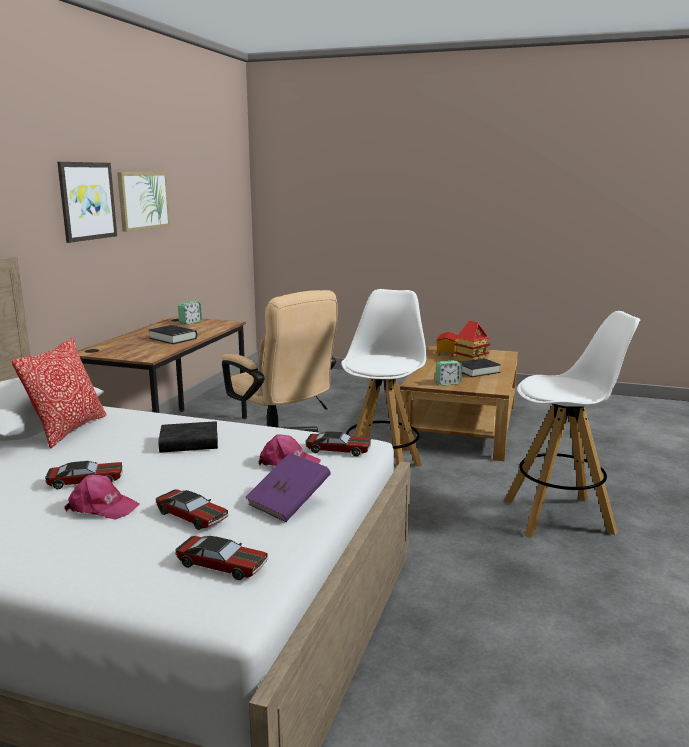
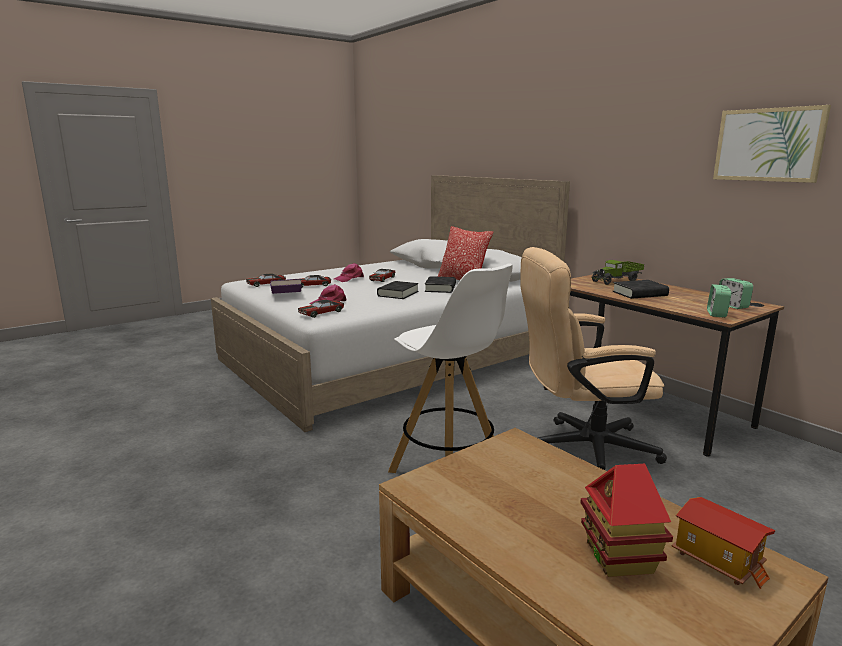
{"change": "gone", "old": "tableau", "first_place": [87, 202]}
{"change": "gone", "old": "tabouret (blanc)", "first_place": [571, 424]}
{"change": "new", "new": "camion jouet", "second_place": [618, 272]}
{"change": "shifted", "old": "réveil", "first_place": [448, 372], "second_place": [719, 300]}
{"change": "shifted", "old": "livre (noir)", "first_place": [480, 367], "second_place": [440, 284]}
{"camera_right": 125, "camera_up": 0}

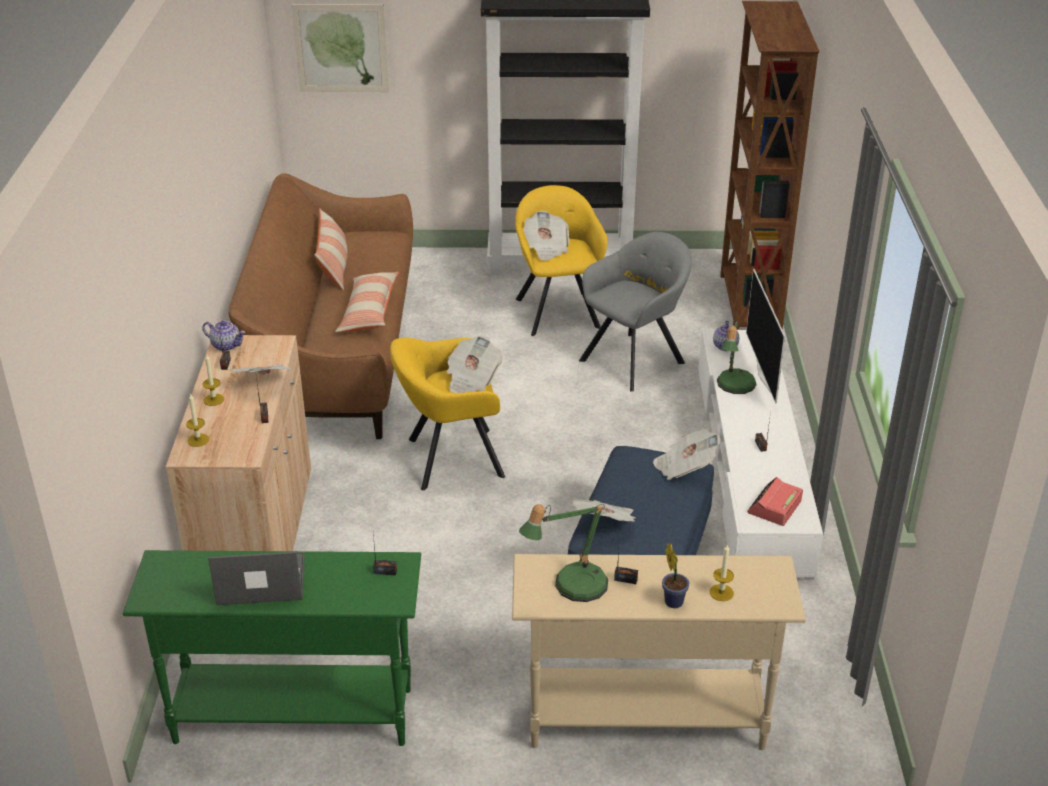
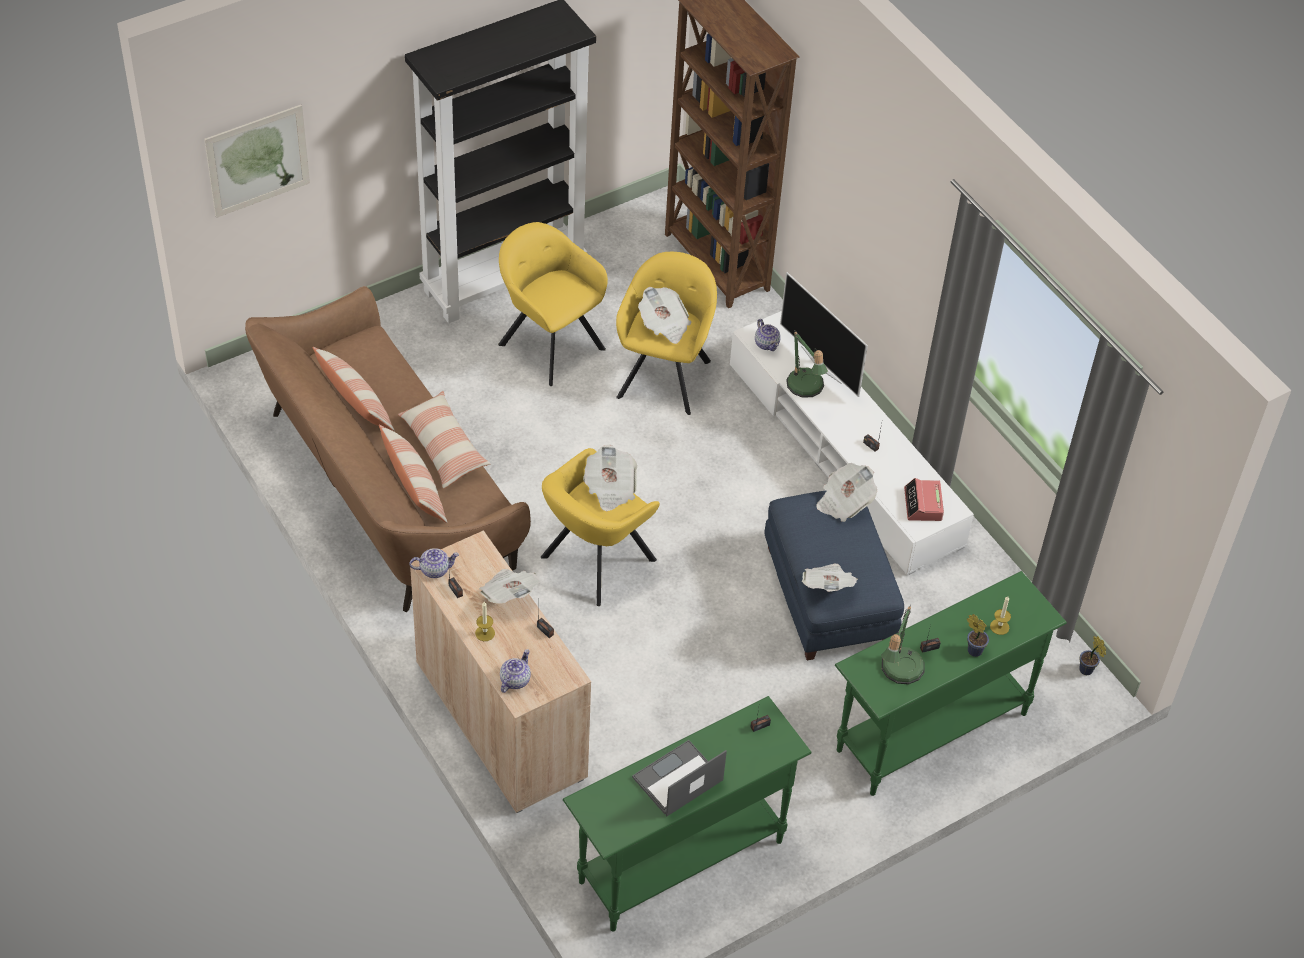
{"change": "new", "new": "coussin", "second_place": [413, 474]}
{"change": "new", "new": "plante en pot", "second_place": [1092, 655]}
{"change": "shifted", "old": "journal", "first_place": [546, 236], "second_place": [665, 315]}
{"change": "swapped", "old": "bougie", "new": "théière", "first_place": [197, 420], "second_place": [515, 671]}
{"change": "repainted", "old": "table console (beige)", "new": "table console (vert)", "first_place": [659, 652], "second_place": [951, 683]}
{"change": "repainted", "old": "fauteuil (gris)", "new": "fauteuil (jaune)", "first_place": [635, 312], "second_place": [666, 333]}
{"camera_right": -35, "camera_up": 15}

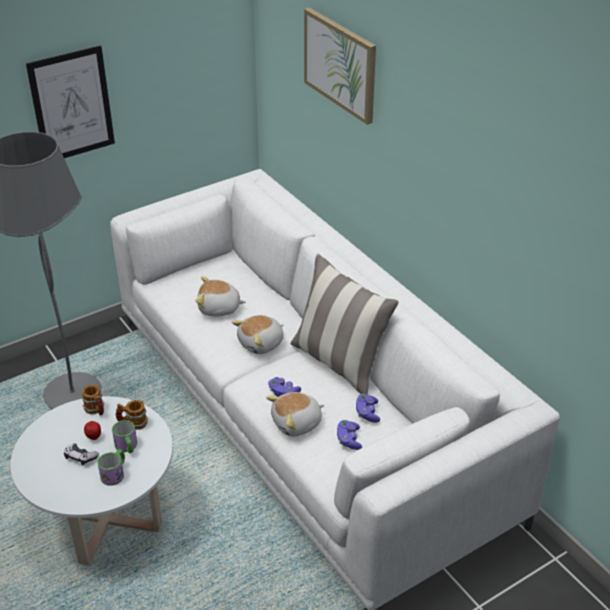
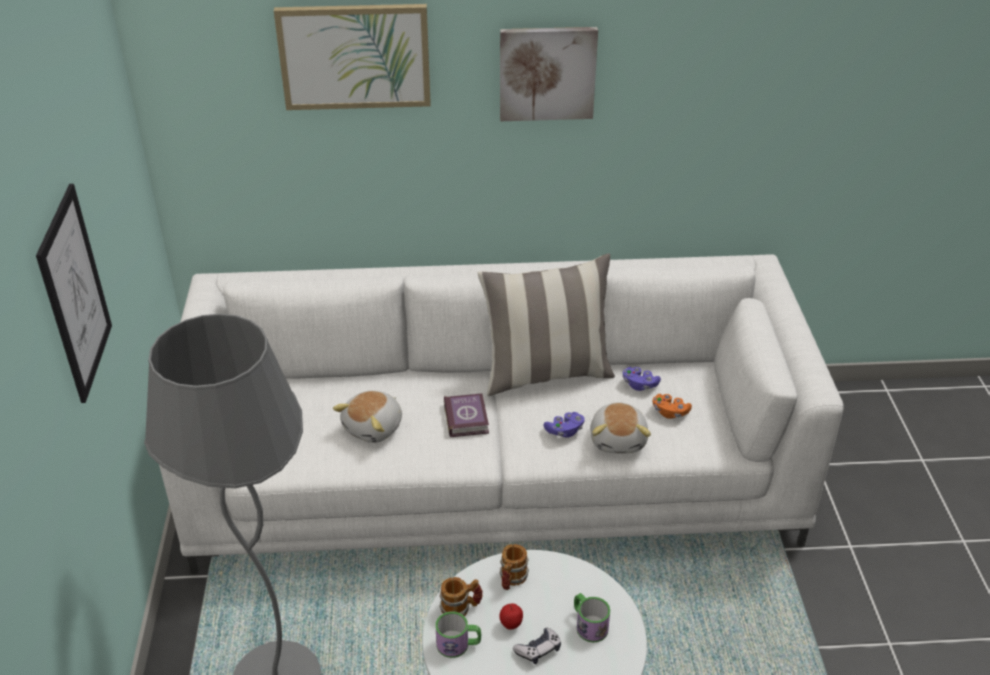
{"change": "new", "new": "tableau", "second_place": [549, 74]}
{"change": "shifted", "old": "mug", "first_place": [124, 436], "second_place": [458, 634]}
{"change": "swapped", "old": "peluche", "new": "livre", "first_place": [258, 334], "second_place": [466, 415]}
{"change": "repainted", "old": "manette (violet)", "new": "manette (orange)", "first_place": [349, 435], "second_place": [672, 406]}
{"camera_right": -60, "camera_up": 0}

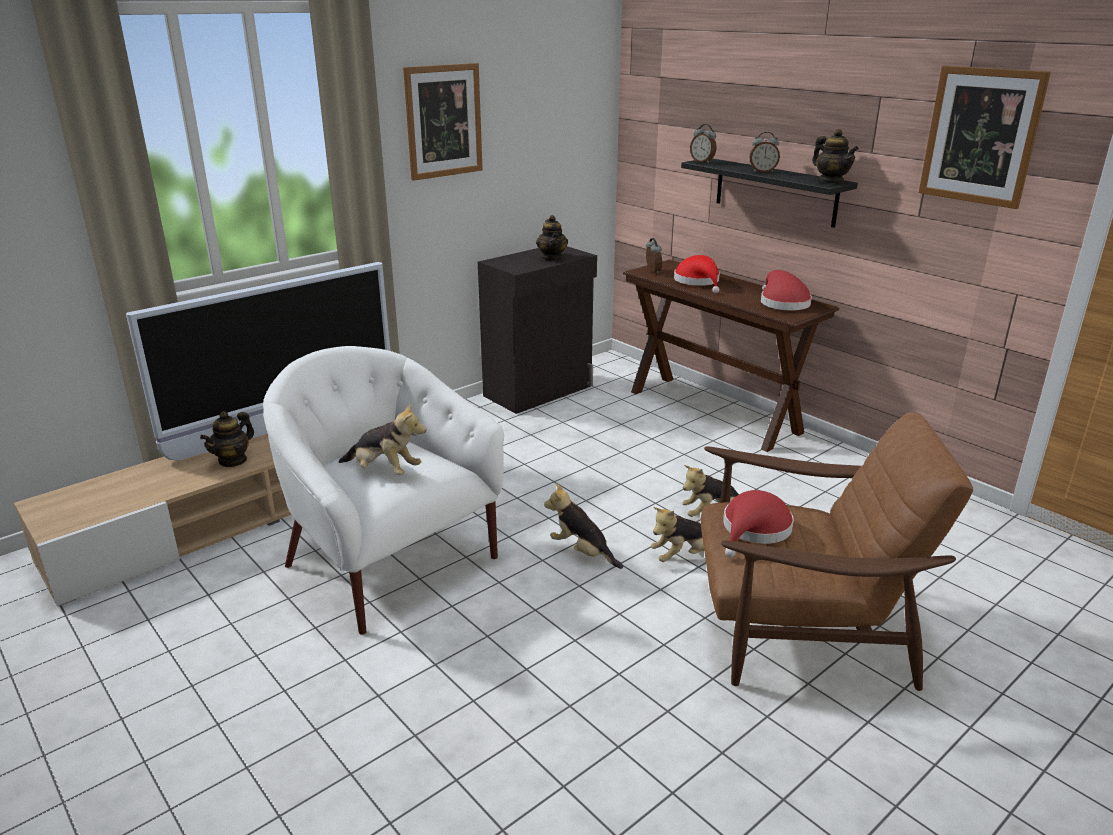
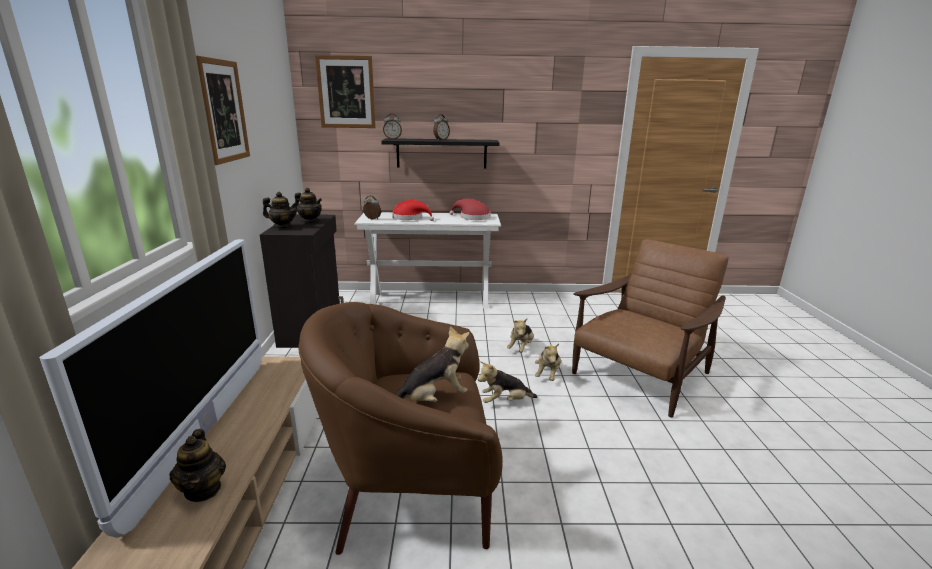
{"change": "gone", "old": "chapeau (rouge)", "first_place": [758, 523]}
{"change": "shifted", "old": "théière", "first_place": [835, 156], "second_place": [280, 210]}
{"change": "shifted", "old": "tableau", "first_place": [985, 137], "second_place": [345, 91]}
{"change": "repainted", "old": "fauteuil (blanc)", "new": "fauteuil (marron)", "first_place": [383, 490], "second_place": [401, 428]}
{"change": "repainted", "old": "table console (marron)", "new": "table console (blanc)", "first_place": [731, 355], "second_place": [427, 260]}
{"camera_right": -50, "camera_up": -5}

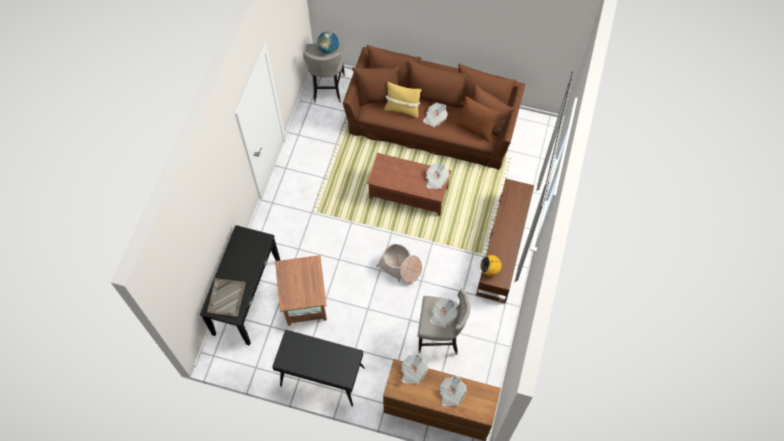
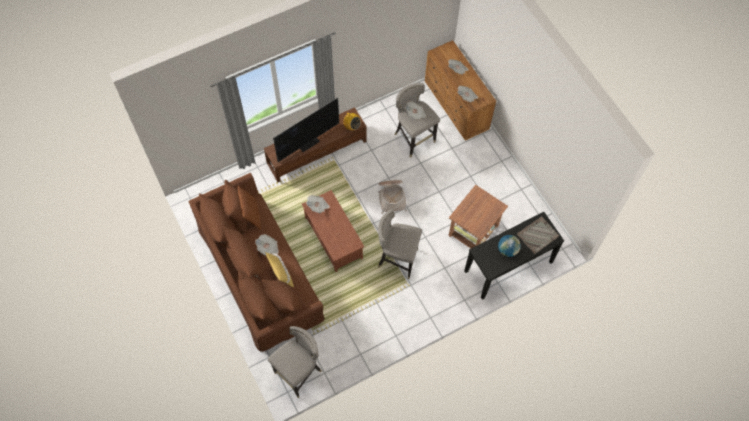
{"change": "gone", "old": "table console (noir)", "first_place": [318, 368]}
{"change": "new", "new": "téléviseur", "second_place": [306, 130]}
{"change": "new", "new": "tabouret (gris)", "second_place": [400, 244]}
{"change": "shifted", "old": "globe", "first_place": [328, 42], "second_place": [509, 246]}
{"camera_right": -135, "camera_up": 0}

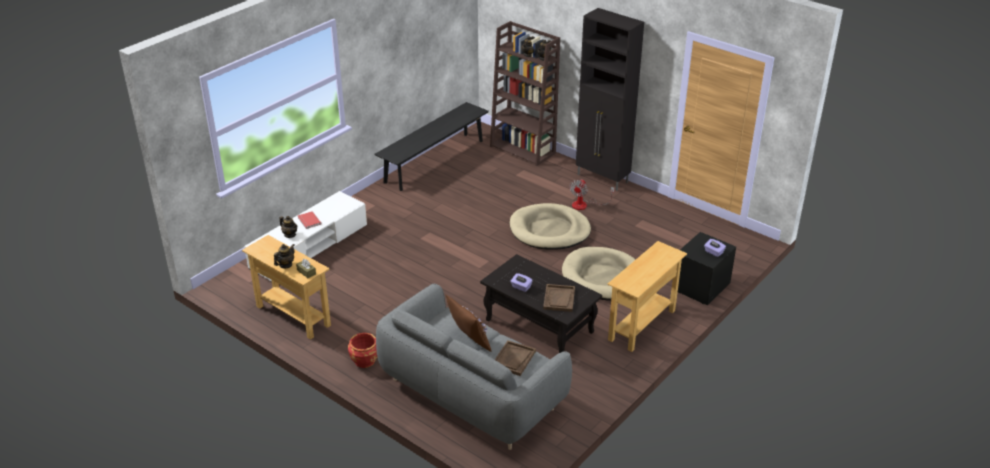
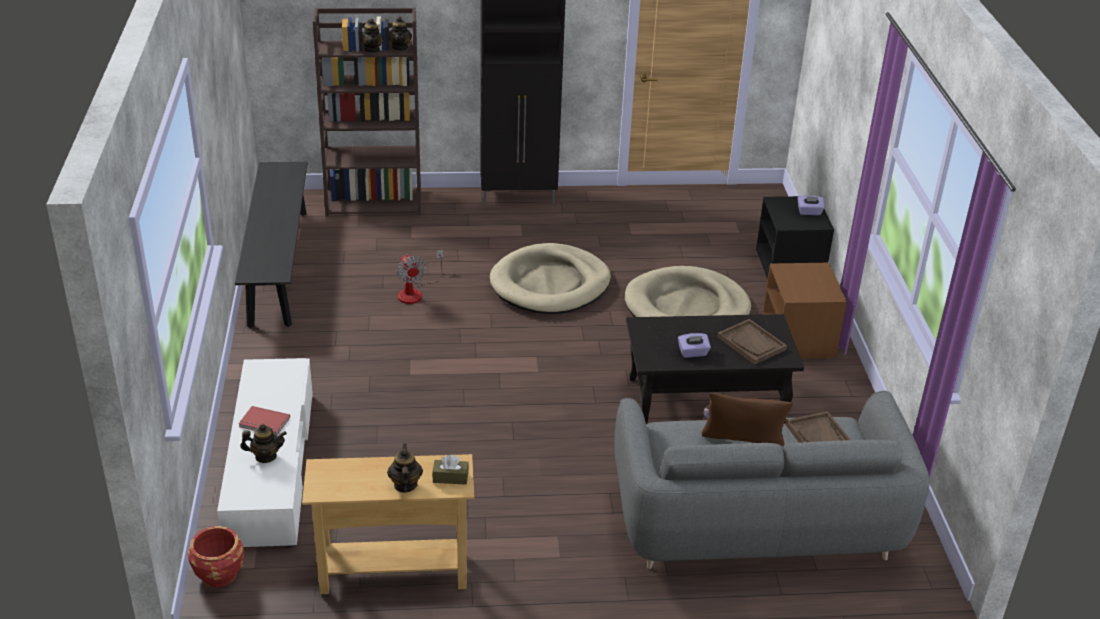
{"change": "shifted", "old": "cache-pot (rouge)", "first_place": [362, 350], "second_place": [216, 556]}
{"change": "shifted", "old": "ventilateur", "first_place": [592, 194], "second_place": [419, 277]}
{"change": "swapped", "old": "table console (beige)", "new": "table de chevet (marron)", "first_place": [647, 296], "second_place": [804, 311]}
{"camera_right": -45, "camera_up": 0}

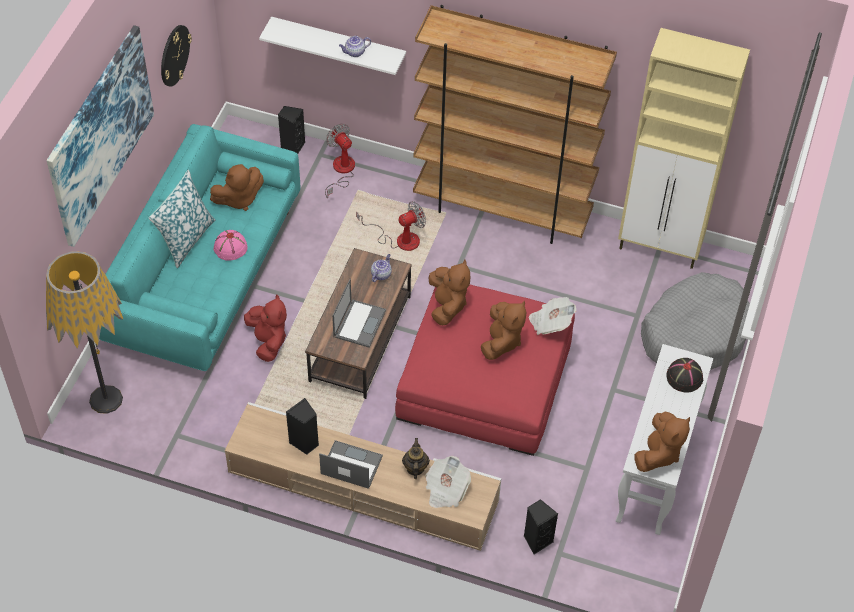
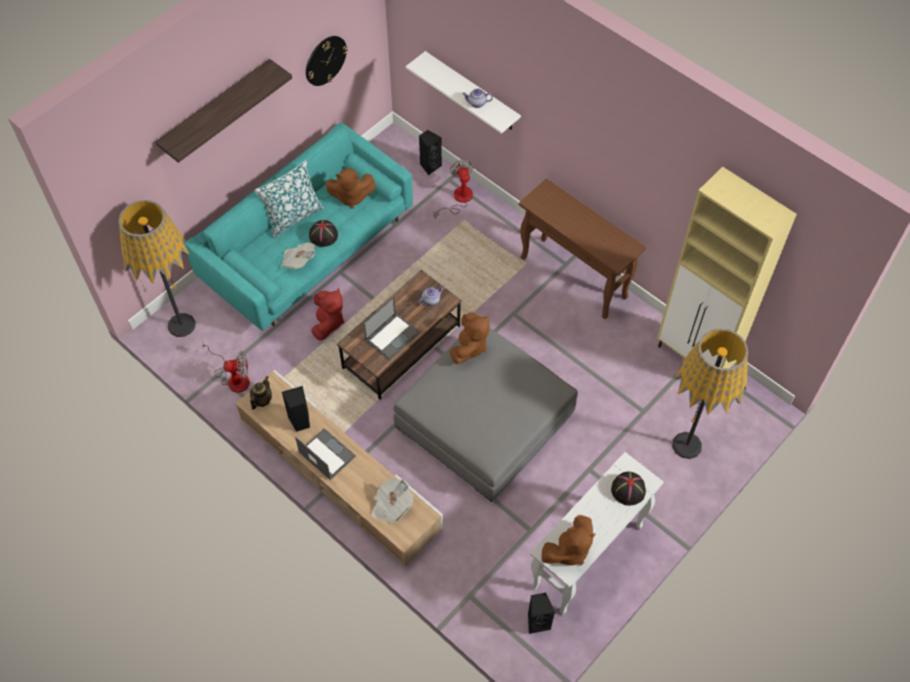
{"change": "gone", "old": "peluche (marron)", "first_place": [503, 330]}
{"change": "shifted", "old": "ventilateur", "first_place": [391, 226], "second_place": [226, 367]}
{"change": "shifted", "old": "théière", "first_place": [416, 458], "second_place": [261, 392]}
{"change": "shifted", "old": "enceinte (noir)", "first_place": [541, 527], "second_place": [541, 613]}
{"change": "shifted", "old": "journal", "first_place": [552, 316], "second_place": [298, 255]}
{"change": "swapped", "old": "tableau", "new": "étagère", "first_place": [100, 136], "second_place": [223, 111]}
{"change": "swapped", "old": "bibliothèque (marron)", "new": "table console (marron)", "first_place": [515, 124], "second_place": [582, 248]}
{"change": "swapped", "old": "panier pour chien (gris)", "new": "lampadaire", "first_place": [695, 321], "second_place": [710, 393]}
{"change": "repainted", "old": "chapeau (rose)", "new": "chapeau (noir)", "first_place": [231, 245], "second_place": [323, 233]}
{"change": "repainted", "old": "pouf (rouge)", "new": "pouf (gris)", "first_place": [485, 370], "second_place": [486, 415]}
{"camera_right": 25, "camera_up": 5}

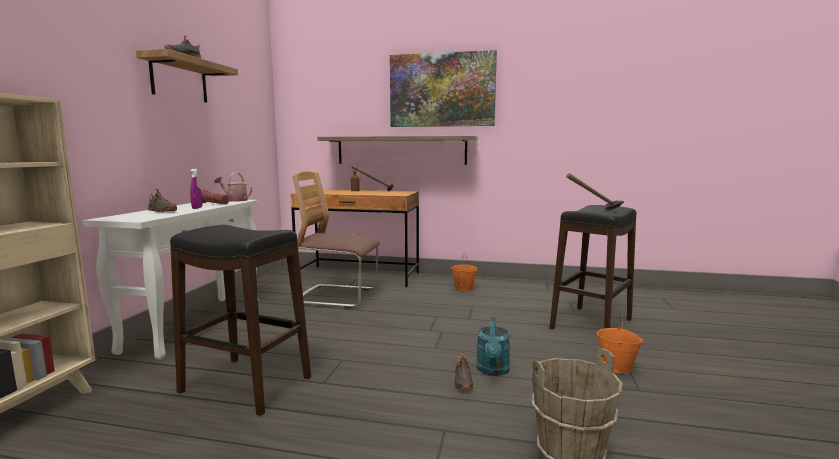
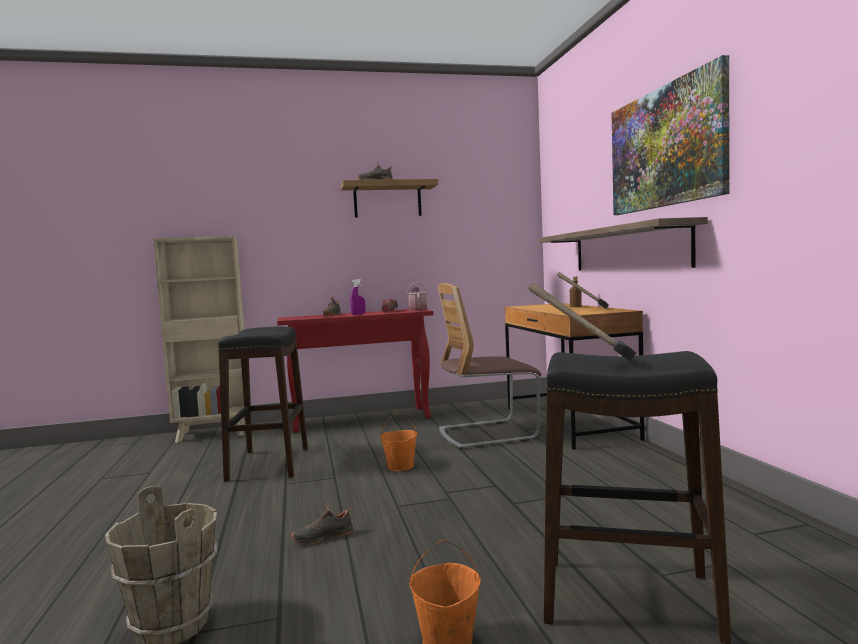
{"change": "gone", "old": "arrosoir (turquoise)", "first_place": [493, 346]}
{"change": "shifted", "old": "seau (orange)", "first_place": [464, 272], "second_place": [399, 442]}
{"change": "repainted", "old": "table console (blanc)", "new": "table console (rouge)", "first_place": [170, 280], "second_place": [355, 371]}
{"change": "rotated", "old": "chaise", "first_place": [336, 239], "second_place": [489, 366], "degrees": -90}
{"camera_right": 65, "camera_up": -5}

